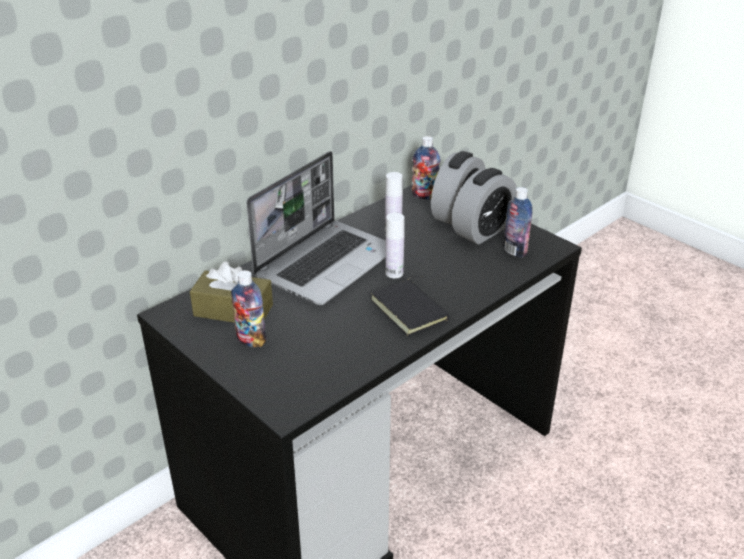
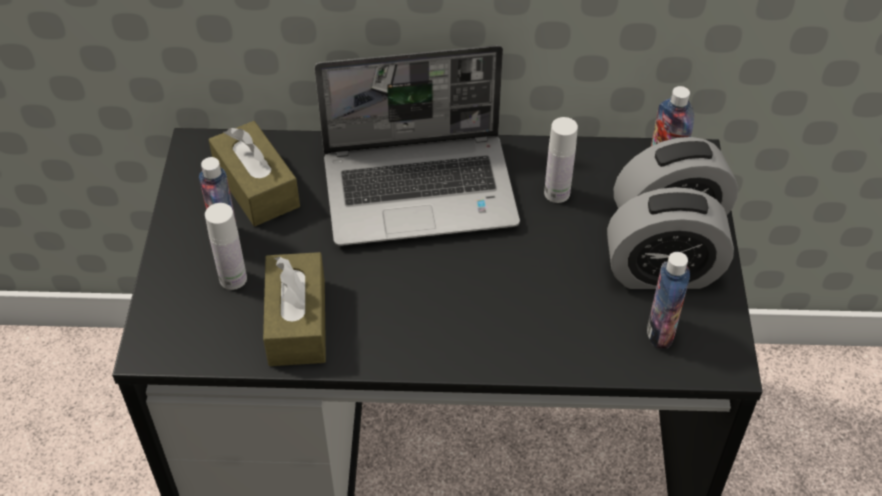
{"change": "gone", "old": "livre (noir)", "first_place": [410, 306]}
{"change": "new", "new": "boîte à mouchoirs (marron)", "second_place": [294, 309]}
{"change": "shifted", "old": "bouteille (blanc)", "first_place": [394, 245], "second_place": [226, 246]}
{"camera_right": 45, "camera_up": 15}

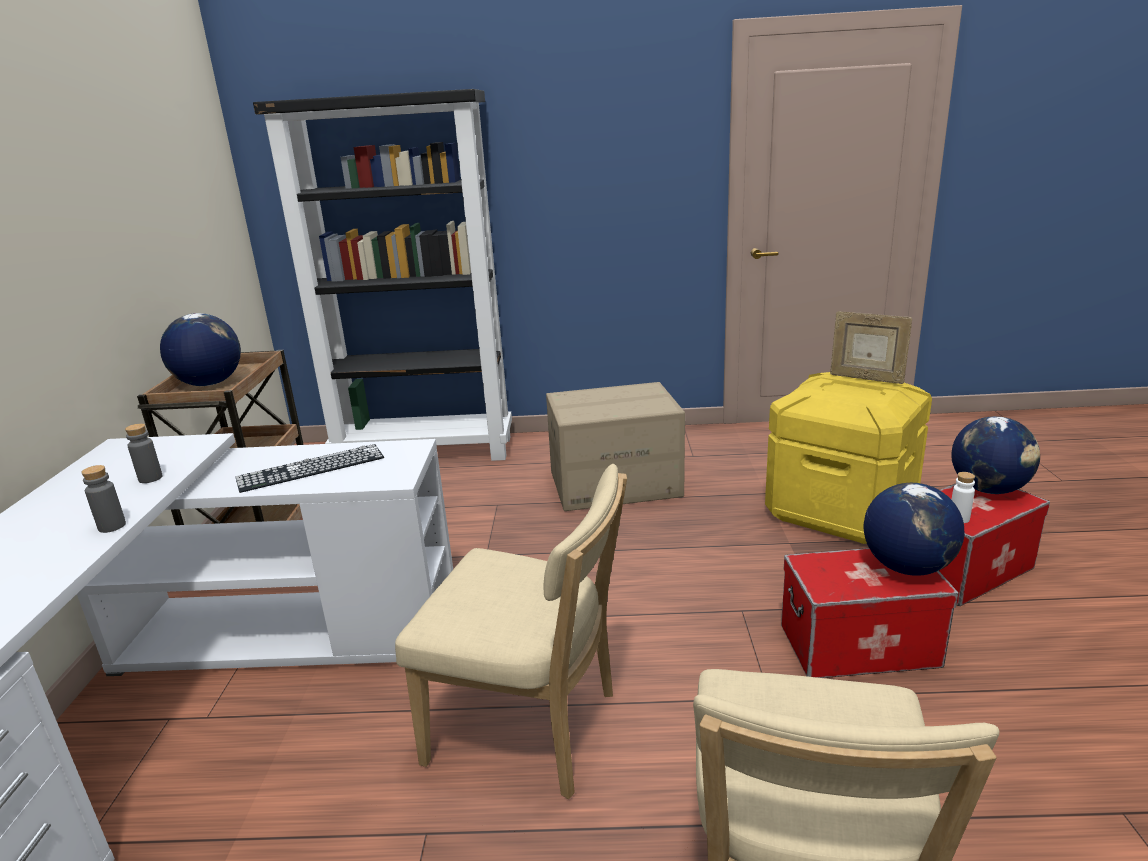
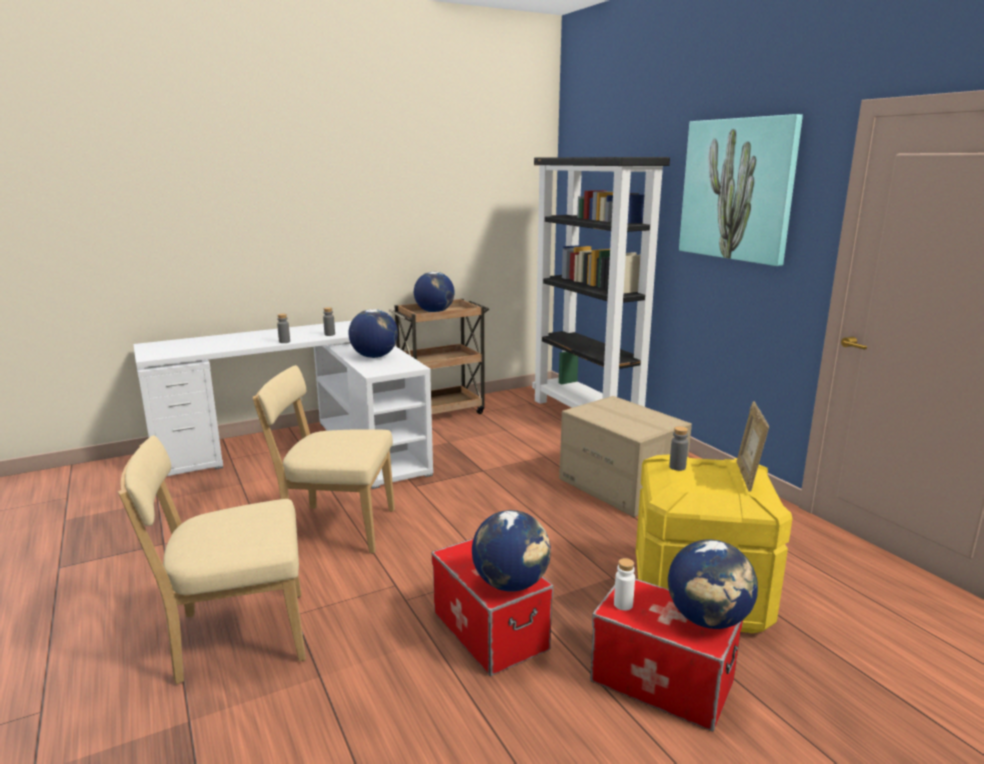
{"change": "new", "new": "bouteille (gris)", "second_place": [678, 448]}
{"change": "new", "new": "tableau", "second_place": [741, 190]}
{"change": "swapped", "old": "clavier", "new": "globe", "first_place": [309, 468], "second_place": [373, 333]}
{"change": "rotated", "old": "chaise (beige)", "first_place": [511, 631], "second_place": [324, 459], "degrees": 105}
{"camera_right": 60, "camera_up": -5}

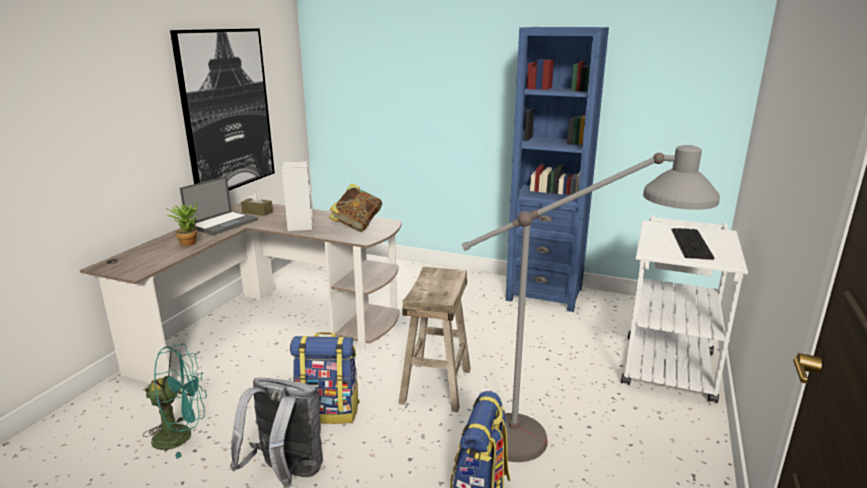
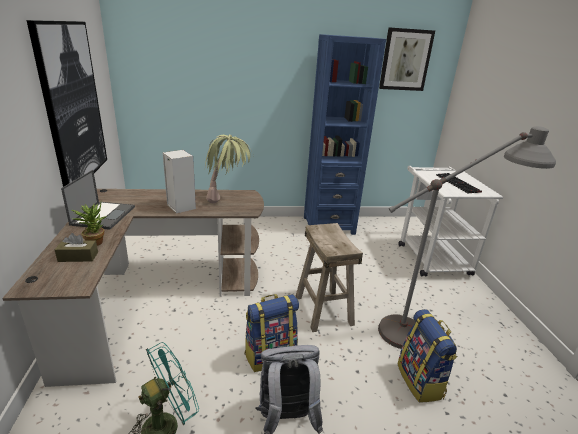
{"change": "new", "new": "tableau", "second_place": [407, 59]}
{"change": "shifted", "old": "boîte à mouchoirs (marron)", "first_place": [257, 203], "second_place": [76, 247]}
{"change": "swapped", "old": "livre", "new": "plante en pot", "first_place": [355, 207], "second_place": [228, 169]}
{"camera_right": -30, "camera_up": 5}

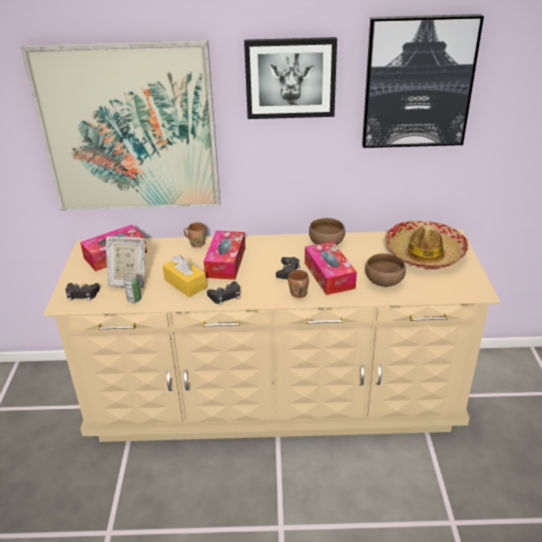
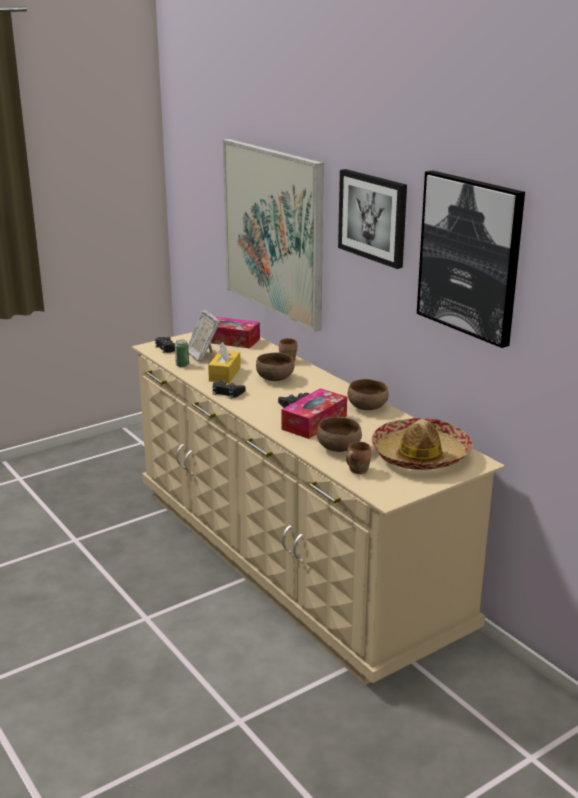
{"change": "shifted", "old": "mug (marron)", "first_place": [298, 284], "second_place": [358, 457]}
{"change": "swapped", "old": "boîte à mouchoirs", "new": "bol (marron)", "first_place": [224, 255], "second_place": [275, 367]}
{"camera_right": 55, "camera_up": -10}

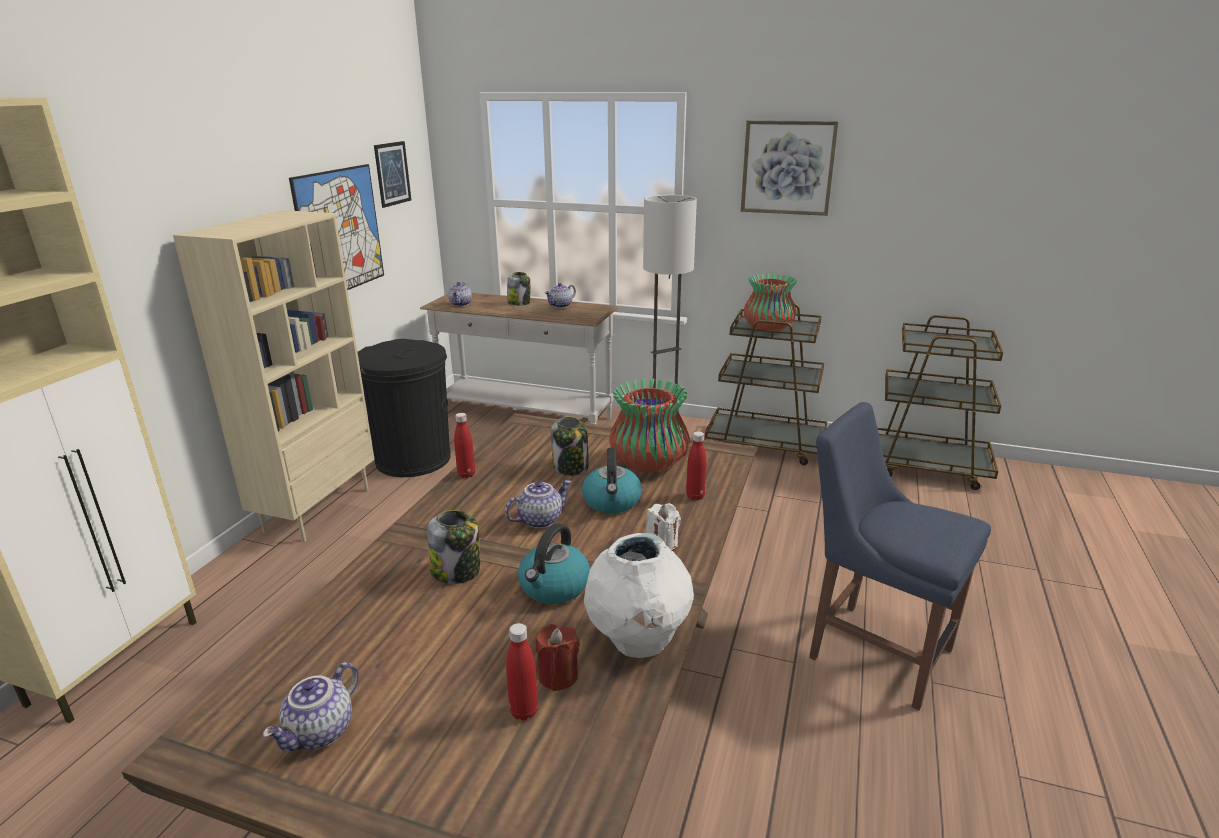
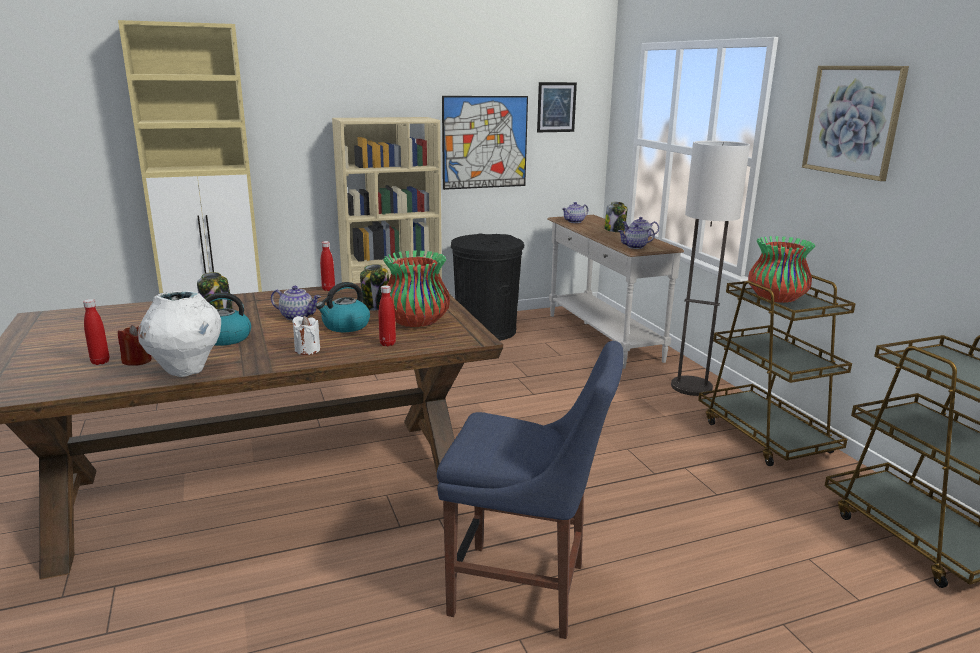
{"change": "shifted", "old": "théière", "first_place": [311, 706], "second_place": [636, 236]}
{"change": "rotated", "old": "chaise (bleu)", "first_place": [900, 556], "second_place": [530, 490], "degrees": 105}
{"camera_right": 50, "camera_up": -5}

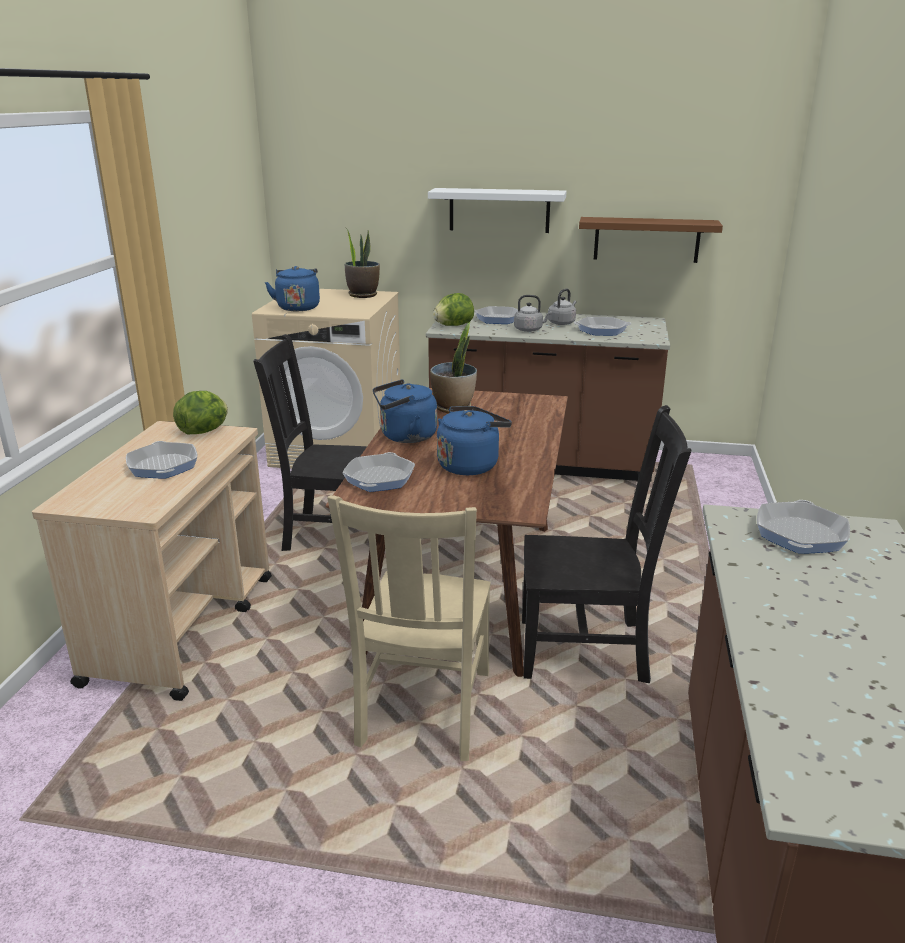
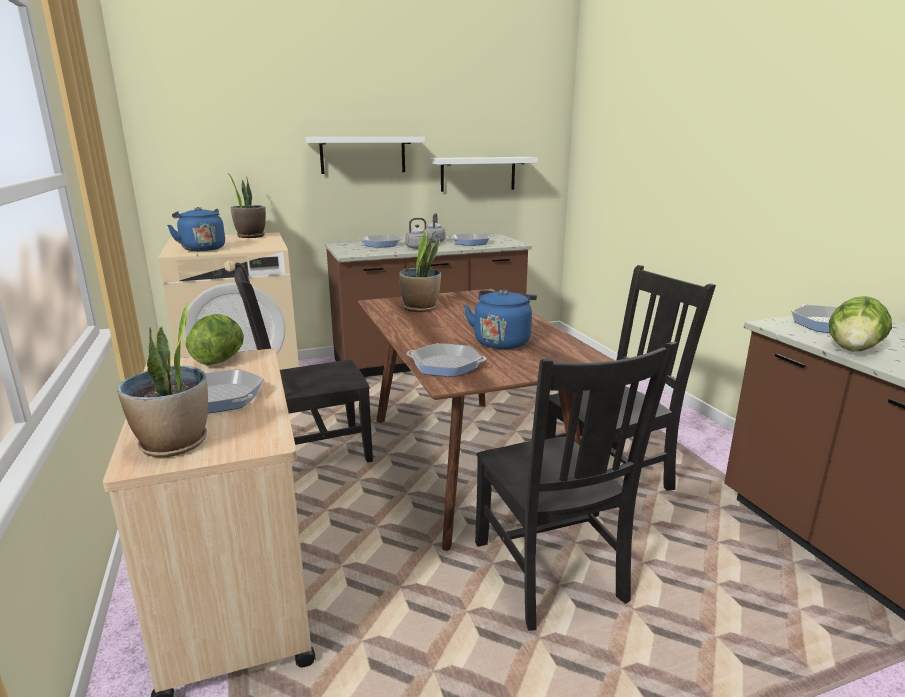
{"change": "gone", "old": "bouilloire (bleu)", "first_place": [405, 411]}
{"change": "new", "new": "plante en pot", "second_place": [162, 379]}
{"change": "shifted", "old": "laitue", "first_place": [453, 309], "second_place": [860, 323]}
{"change": "repainted", "old": "chaise (beige)", "new": "chaise (noir)", "first_place": [409, 628], "second_place": [576, 486]}
{"change": "repainted", "old": "étagère (marron)", "new": "étagère (blanc)", "first_place": [651, 240], "second_place": [483, 174]}
{"change": "rotated", "old": "poêle", "first_place": [379, 472], "second_place": [446, 360], "degrees": 120}
{"camera_right": -30, "camera_up": -5}

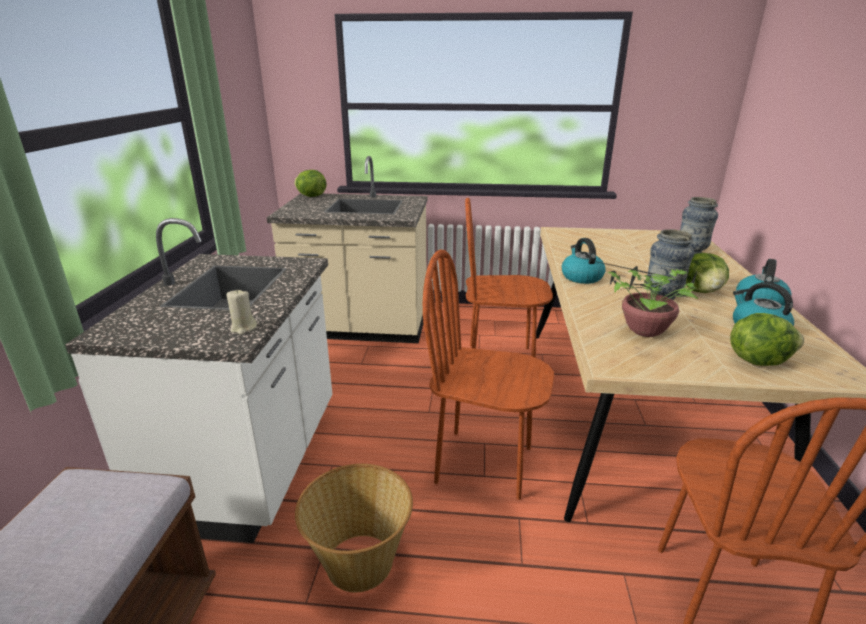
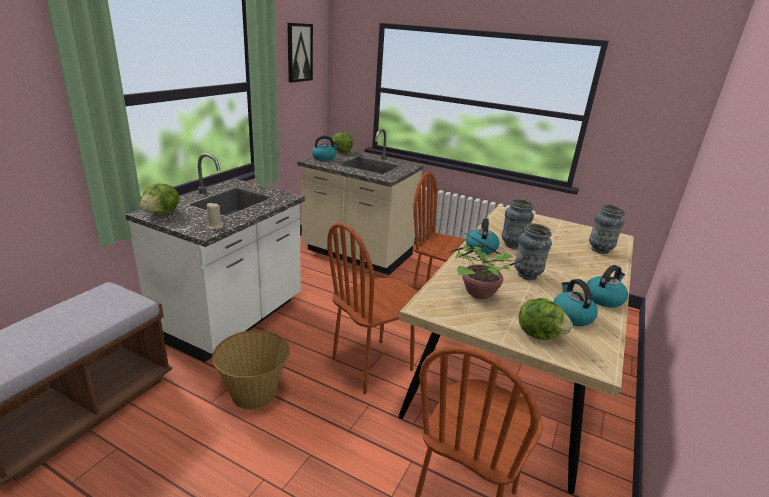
{"change": "new", "new": "tableau", "second_place": [300, 53]}
{"change": "new", "new": "bouilloire", "second_place": [325, 148]}
{"change": "new", "new": "vase", "second_place": [518, 224]}
{"change": "shifted", "old": "laitue", "first_place": [707, 273], "second_place": [160, 199]}
{"change": "rotated", "old": "chaise (marron)", "first_place": [488, 375], "second_place": [372, 308], "degrees": -75}
{"camera_right": 20, "camera_up": 0}

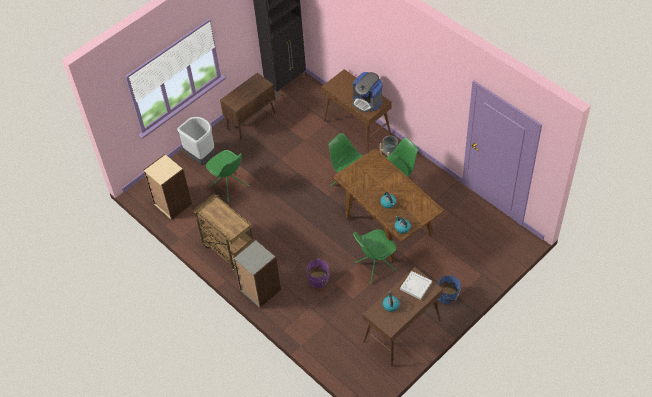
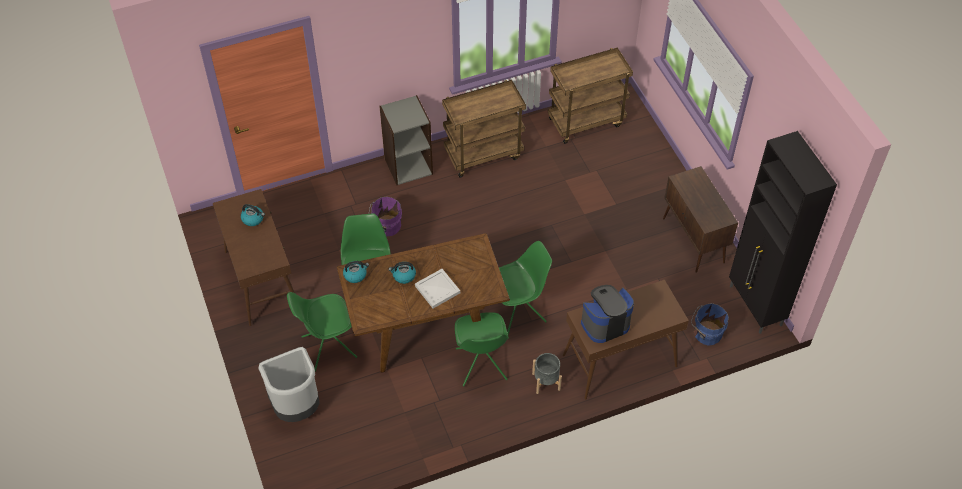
{"change": "shifted", "old": "poubelle (gris)", "first_place": [196, 141], "second_place": [288, 384]}
{"change": "shifted", "old": "chaise (vert)", "first_place": [227, 176], "second_place": [322, 332]}
{"change": "shifted", "old": "plateau (blanc)", "first_place": [416, 285], "second_place": [437, 288]}
{"change": "shifted", "old": "seau (bleu)", "first_place": [450, 290], "second_place": [710, 324]}
{"change": "swapped", "old": "bibliothèque (beige)", "new": "chariot (marron)", "first_place": [167, 187], "second_place": [590, 95]}
{"camera_right": 110, "camera_up": 0}

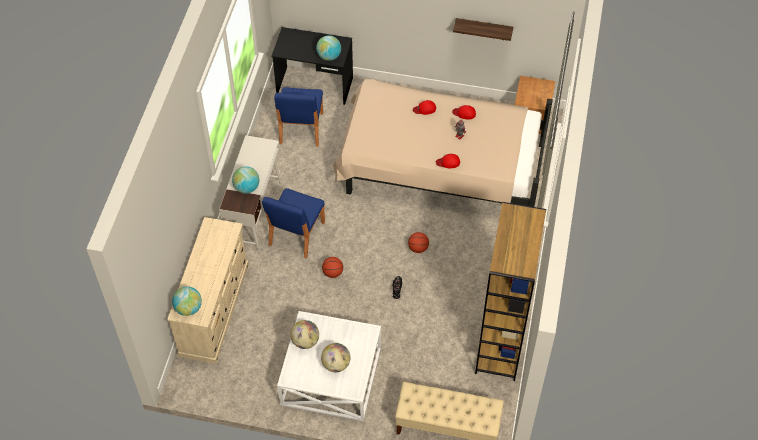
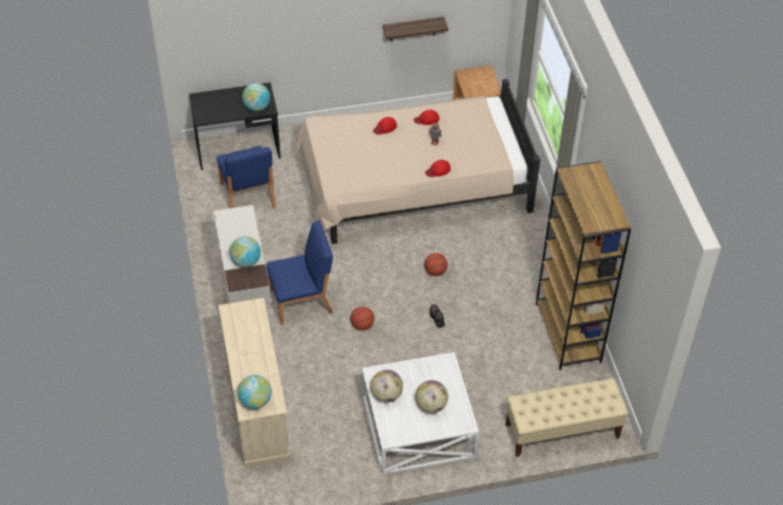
{"change": "rotated", "old": "chaise (bleu)", "first_place": [293, 223], "second_place": [299, 273], "degrees": -105}
{"camera_right": -25, "camera_up": -5}

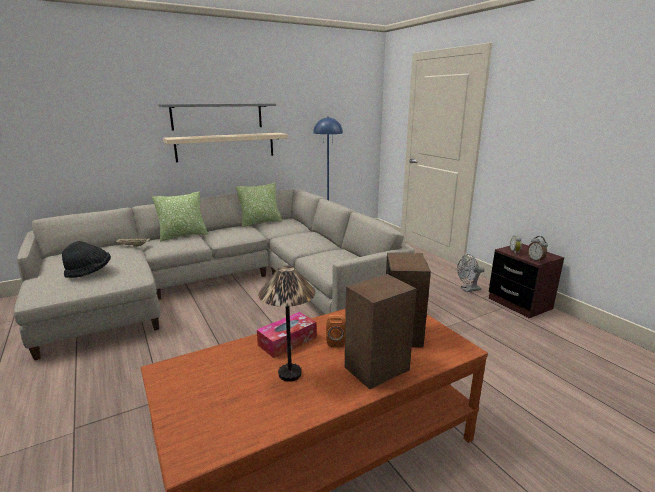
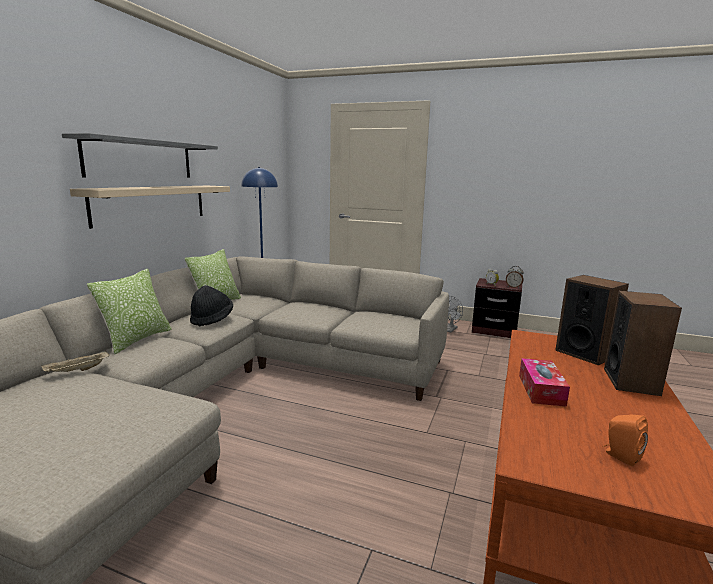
{"change": "gone", "old": "lampe de table", "first_place": [287, 324]}
{"change": "shifted", "old": "chapeau (noir)", "first_place": [86, 259], "second_place": [211, 305]}
{"change": "shifted", "old": "enceinte (orange)", "first_place": [335, 331], "second_place": [625, 440]}
{"camera_right": -40, "camera_up": -5}

